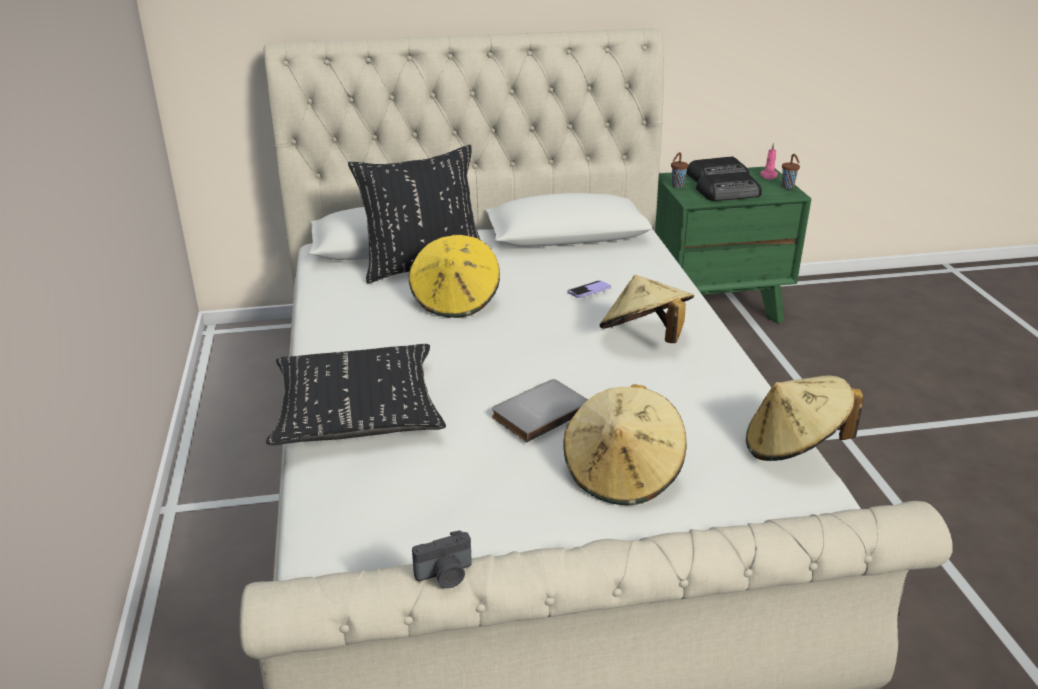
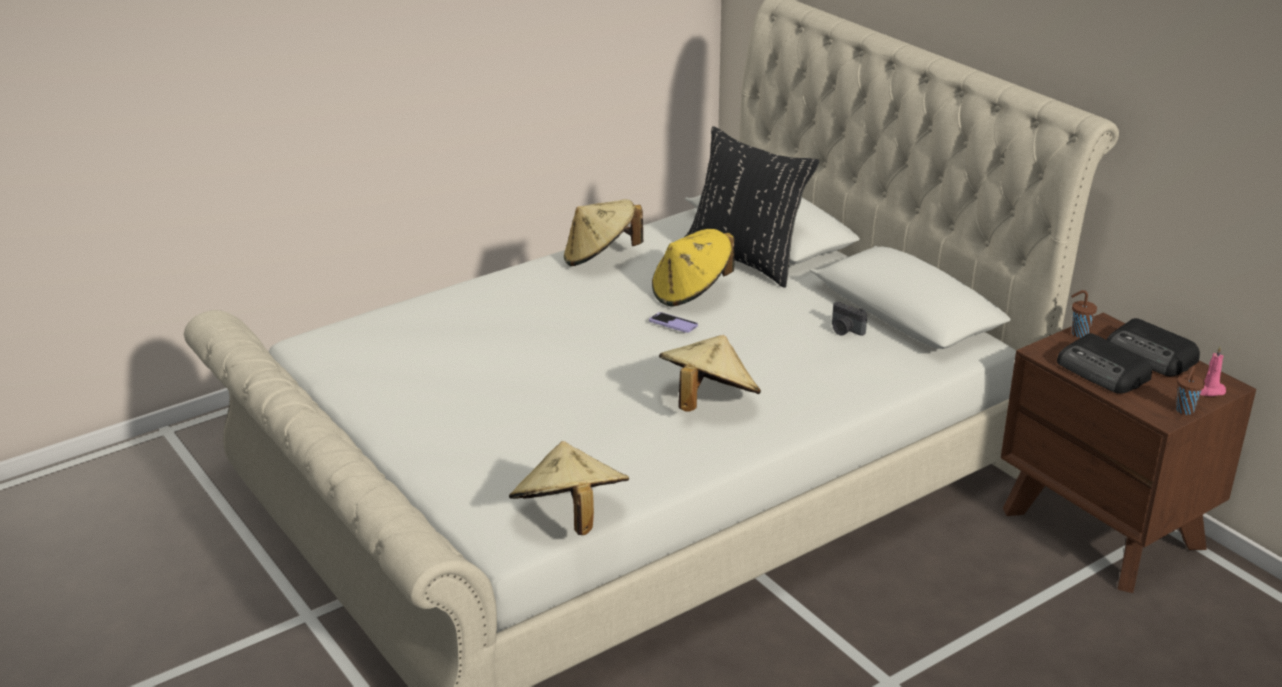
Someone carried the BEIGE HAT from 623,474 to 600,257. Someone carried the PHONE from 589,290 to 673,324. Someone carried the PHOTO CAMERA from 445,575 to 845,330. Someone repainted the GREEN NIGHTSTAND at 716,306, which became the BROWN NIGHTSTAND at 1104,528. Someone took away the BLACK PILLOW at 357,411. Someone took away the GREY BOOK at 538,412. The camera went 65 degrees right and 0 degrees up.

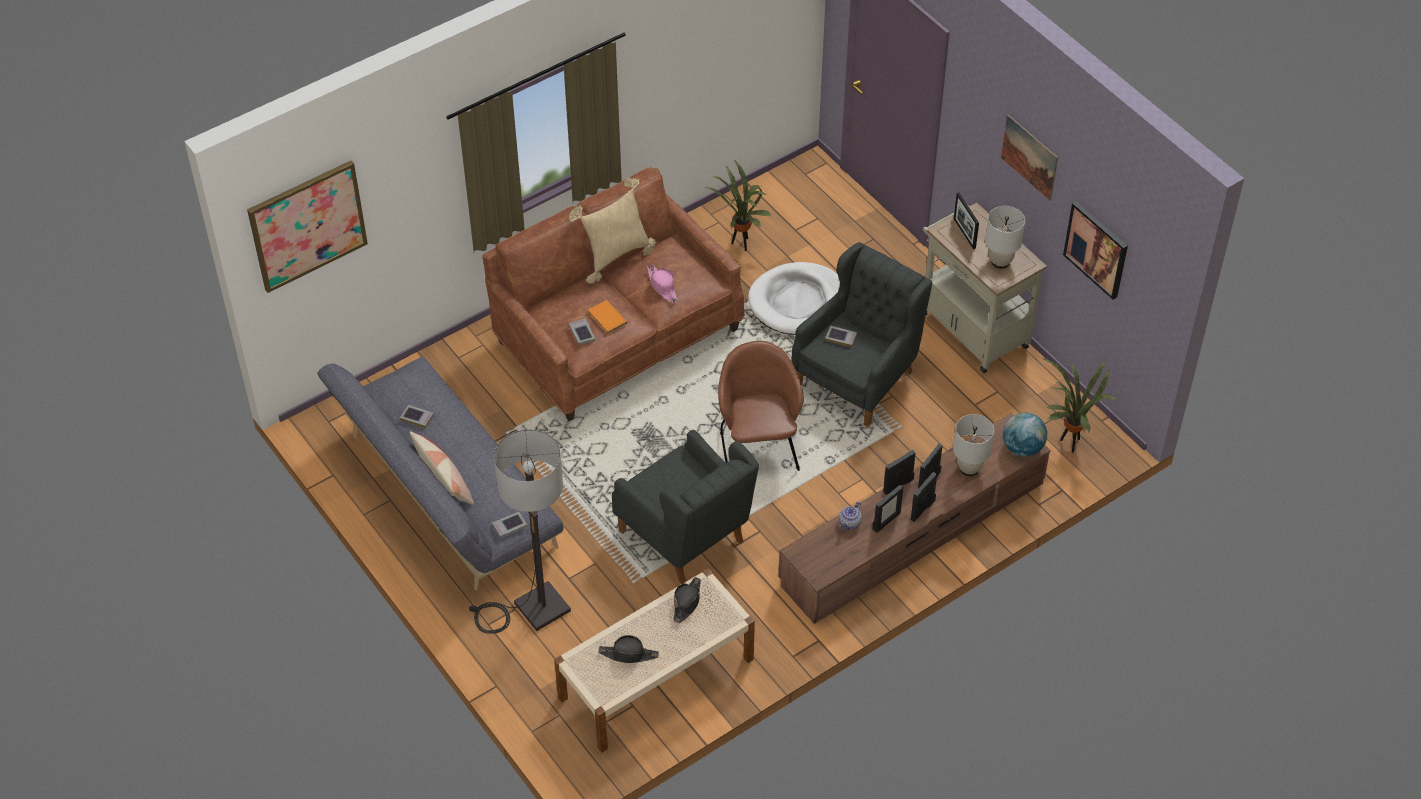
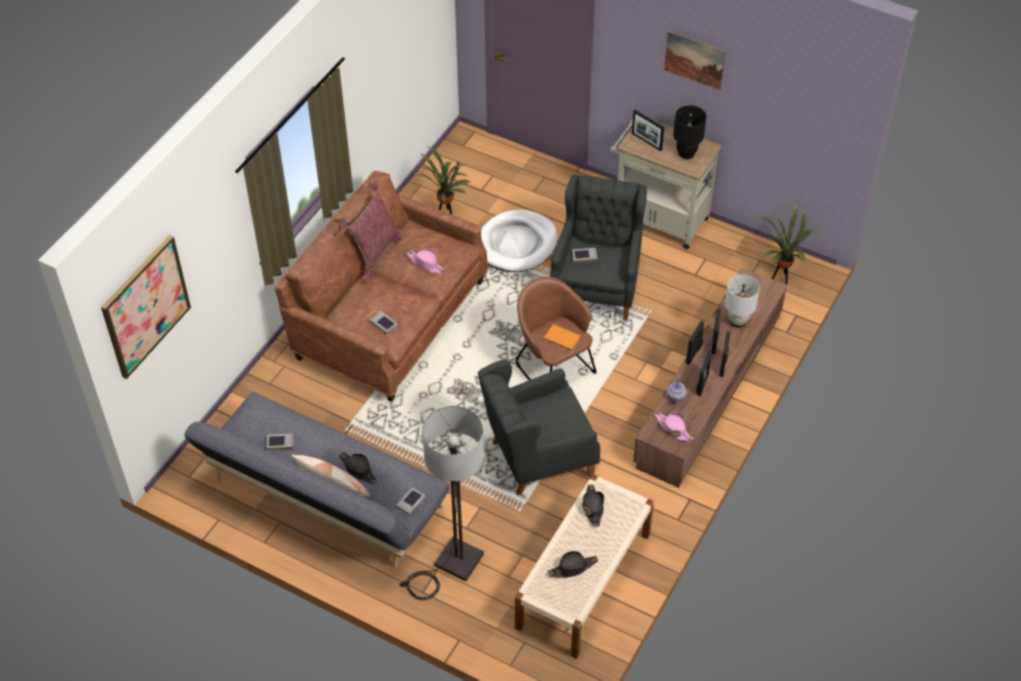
Someone repainted the BEIGE PILLOW at 614,259, which became the RED PILLOW at 373,256. Someone put down the BLACK HAT at 358,470. Someone rotated the GREY ARMCHAIR at 685,536 by 135 degrees clockwise. Someone carried the ORANGE BOOK from 606,319 to 562,339. Someone put down the PINK HAT at 673,429. Someone repainted the WHITE TABLE LAMP at 1000,261, which became the BLACK TABLE LAMP at 686,153. Someone took away the GLOBE at 1022,448. Someone took away the PICTURE at 1096,249. The camera went 25 degrees left and 0 degrees up.

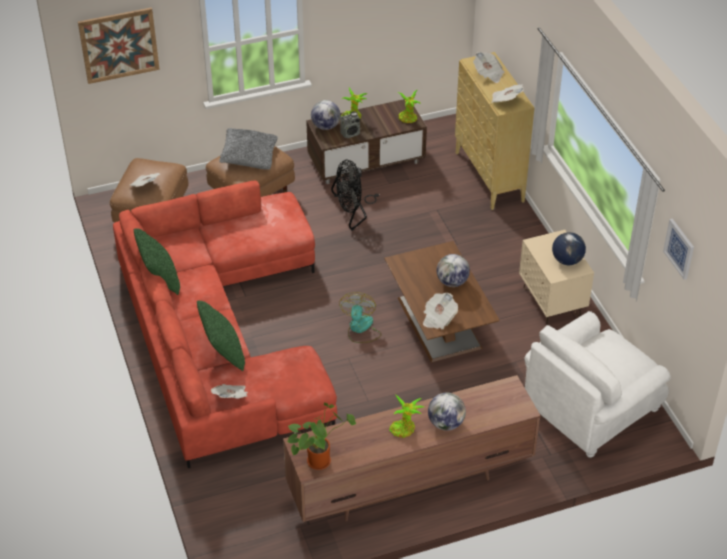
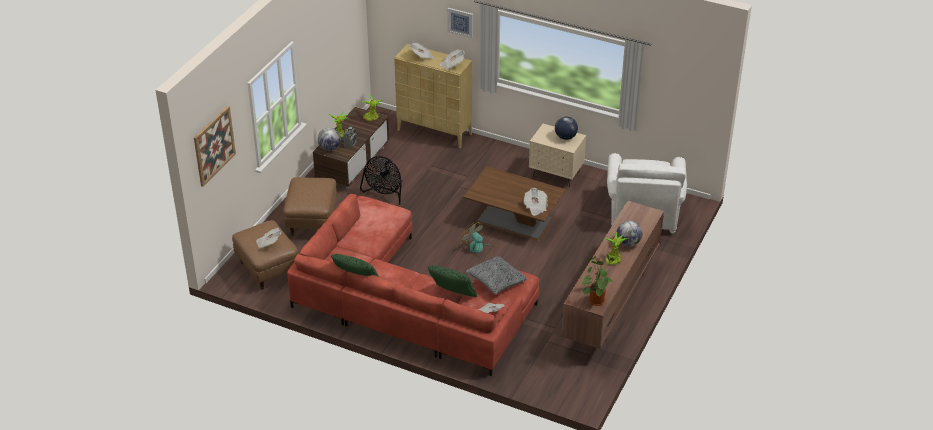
Someone carried the PICTURE from 679,248 to 460,22. Someone carried the GREY PILLOW from 249,156 to 496,281. Someone took away the GLOBE at 452,282. The camera went 45 degrees left and 5 degrees down.

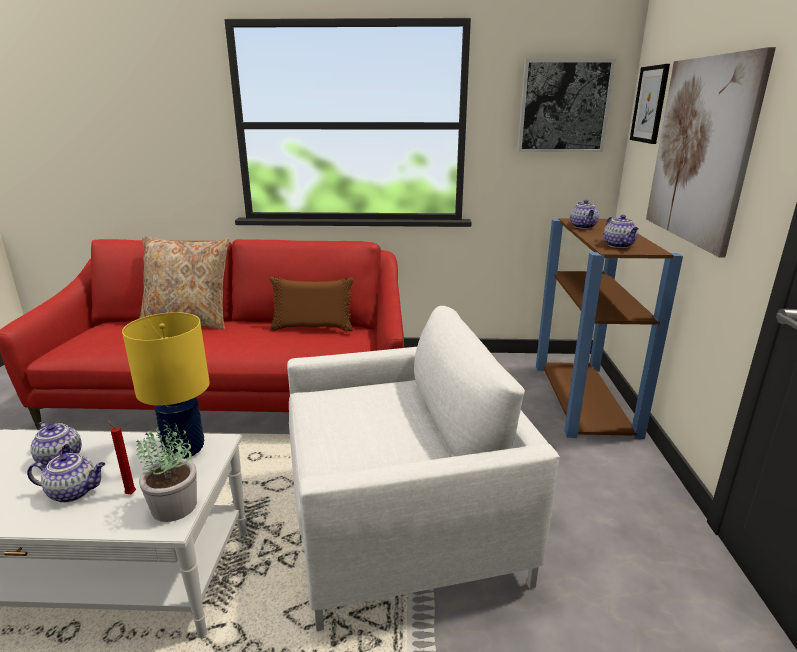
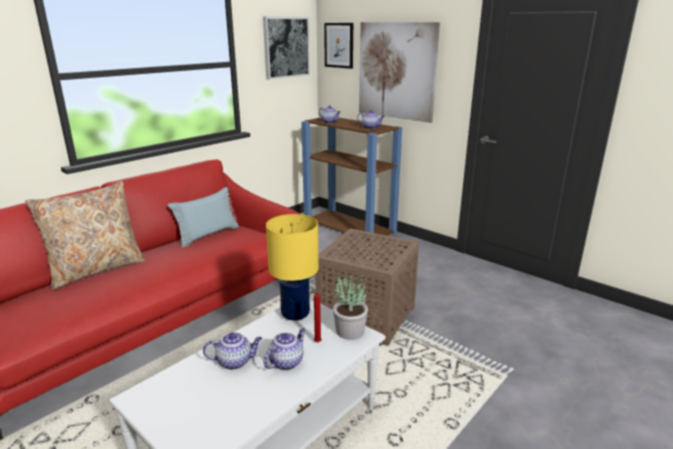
Someone repainted the BROWN PILLOW at 312,328, which became the BLUE PILLOW at 207,235. Someone swapped the WHITE ARMCHAIR at 402,524 for the BROWN SIDE TABLE at 368,315. The camera went 50 degrees left and 0 degrees up.

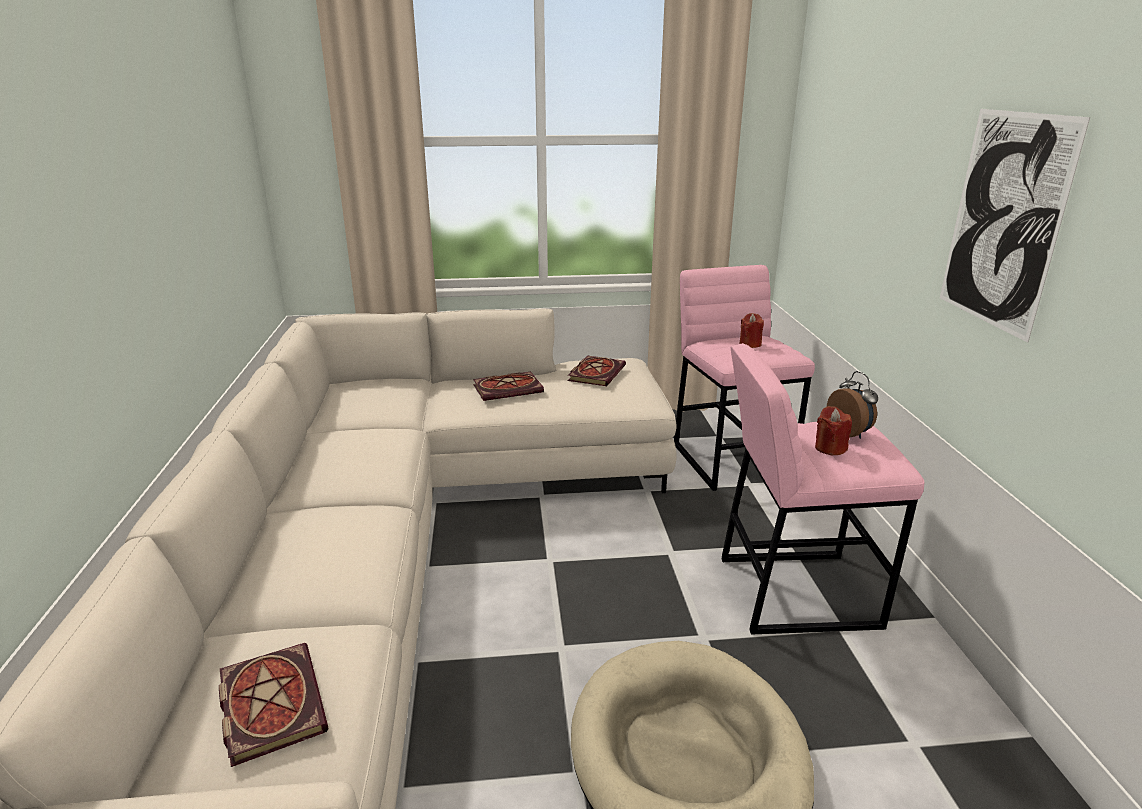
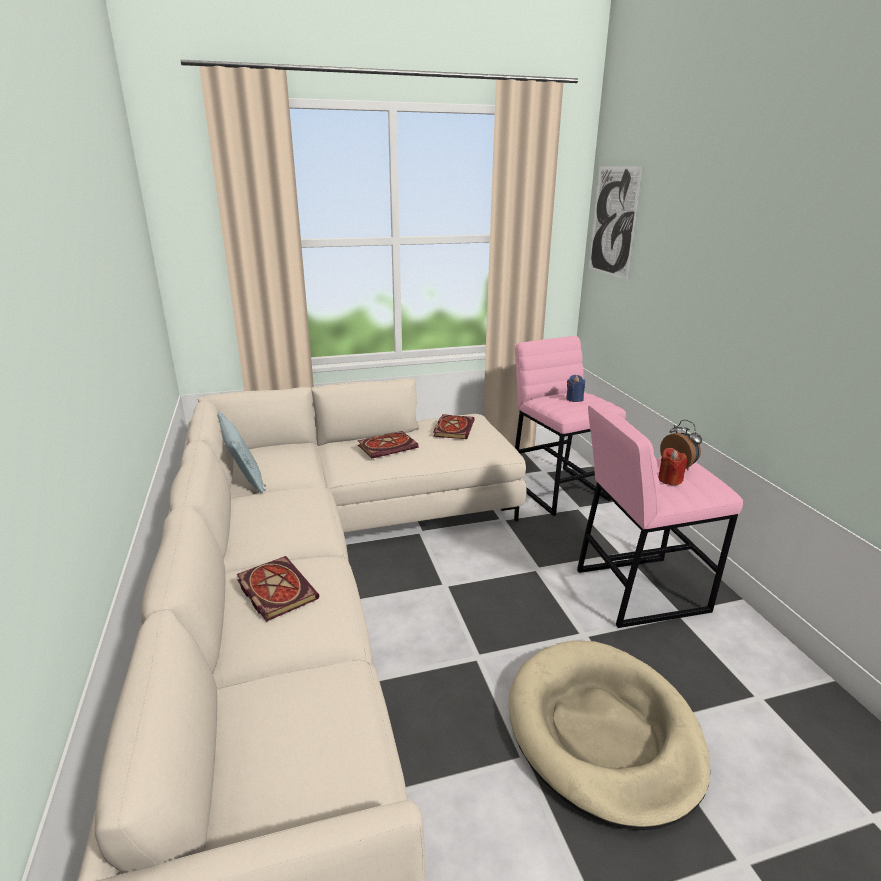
Someone put down the BLUE PILLOW at 243,475. Someone carried the BOOK from 269,703 to 274,590. Someone repainted the RED CANDLE at 750,344, which became the BLUE CANDLE at 574,399. Someone carried the PICTURE from 1003,221 to 613,221. The camera went 10 degrees left and 0 degrees up.

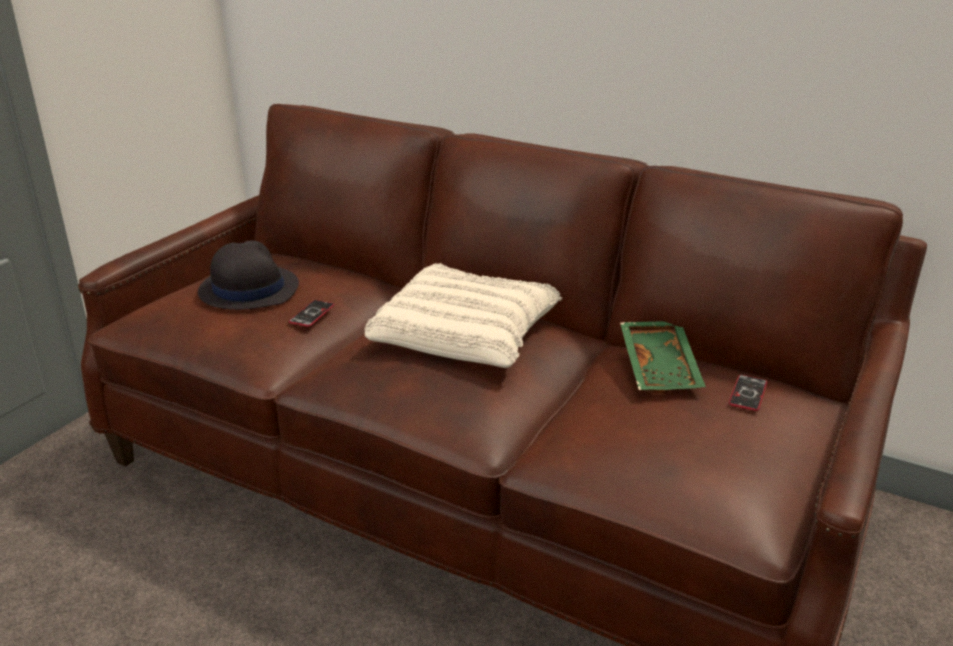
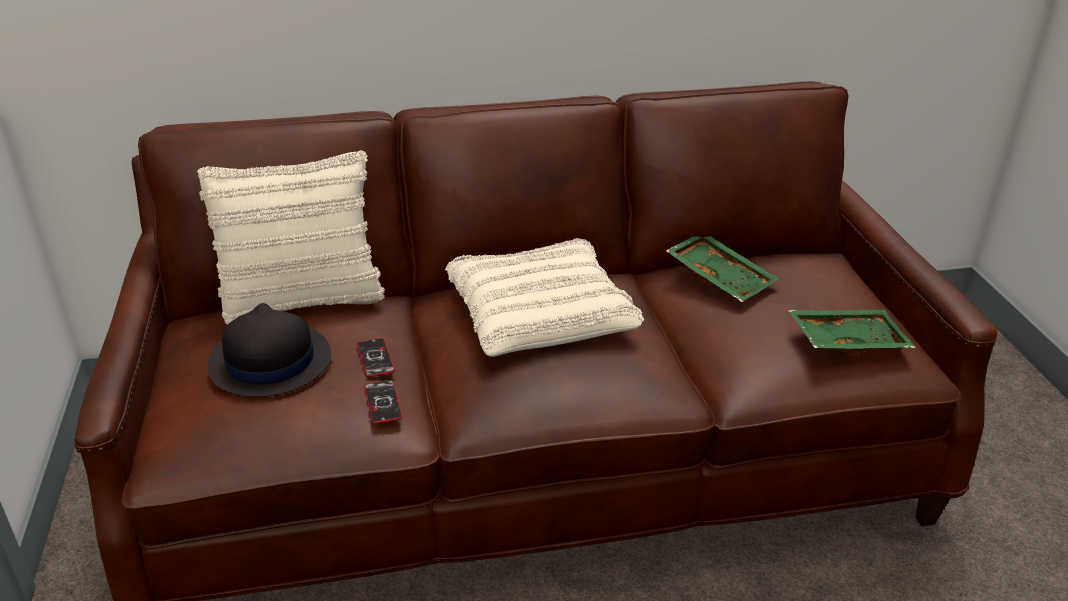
Someone put down the BEIGE PILLOW at 304,301. Someone carried the PHONE from 748,393 to 383,402. Someone put down the GREEN TRAY at 846,340. The camera went 40 degrees left and 5 degrees up.

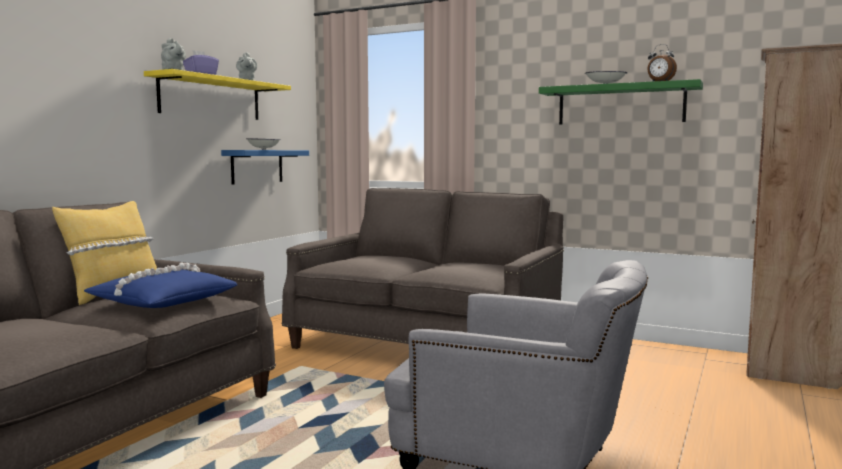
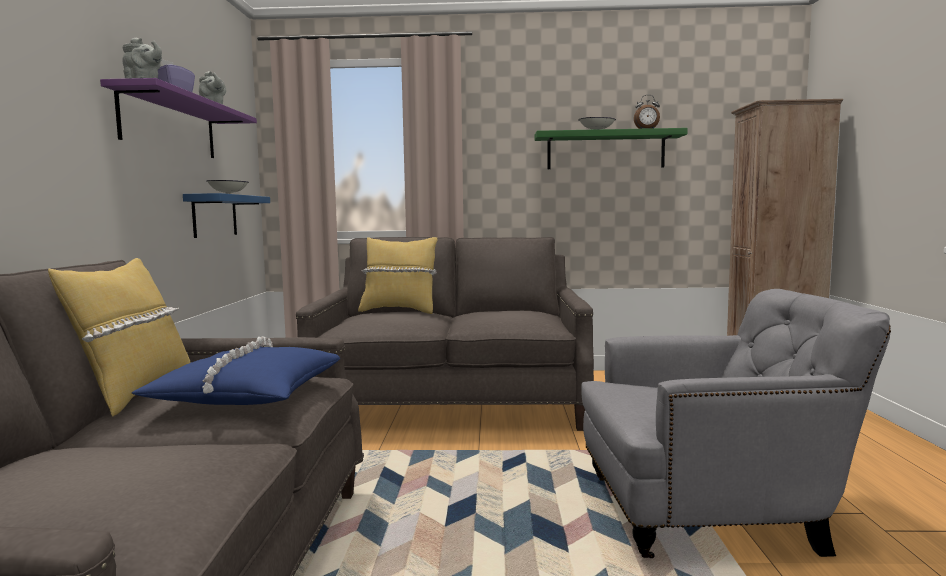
Someone repainted the YELLOW SHELF at 211,98, which became the PURPLE SHELF at 170,126. Someone put down the YELLOW PILLOW at 399,310. The camera went 25 degrees left and 0 degrees up.

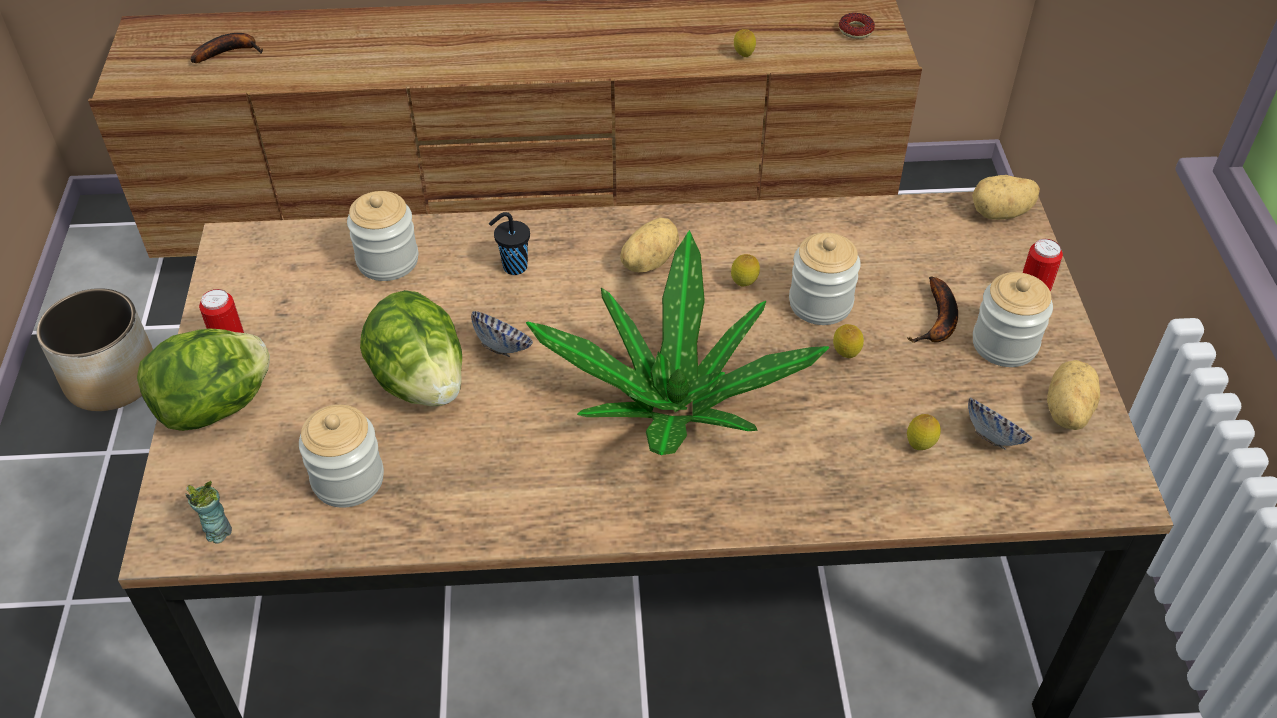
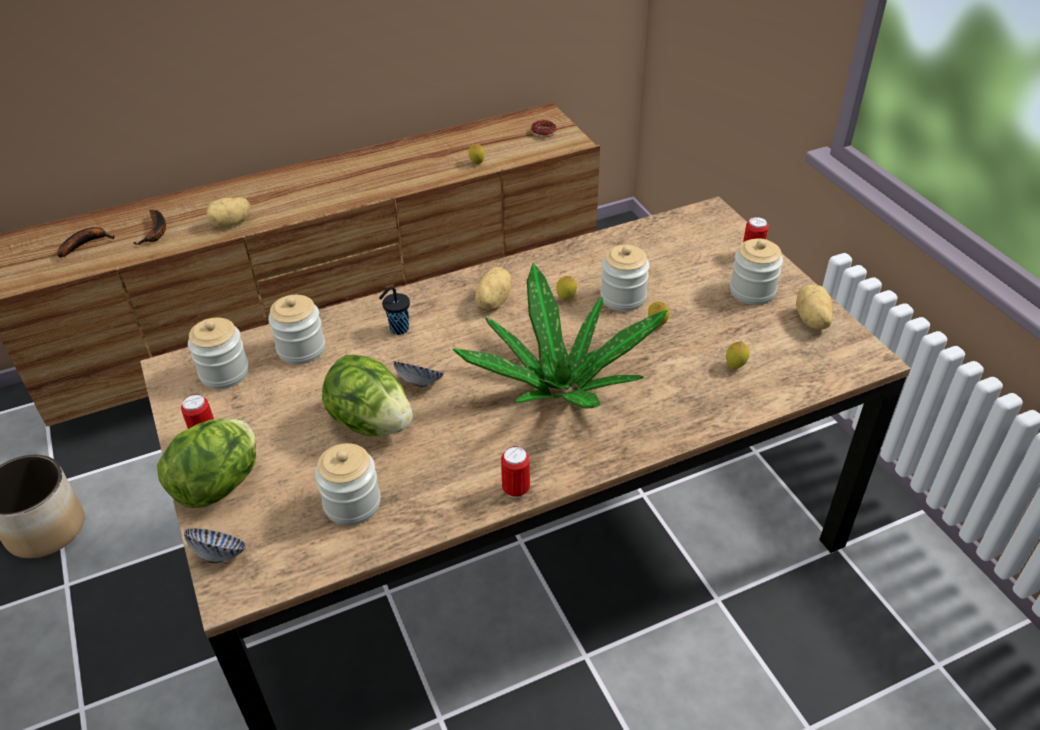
Someone carried the BANANA from 938,321 to 156,232. Someone carried the BOWL from 993,437 to 220,554. Someone put down the JAR at 224,373. Someone carried the POTATO from 1001,213 to 231,223. Someone put down the CAN at 516,489. Someone took away the CUP at 218,531. The camera went 20 degrees left and 5 degrees down.

